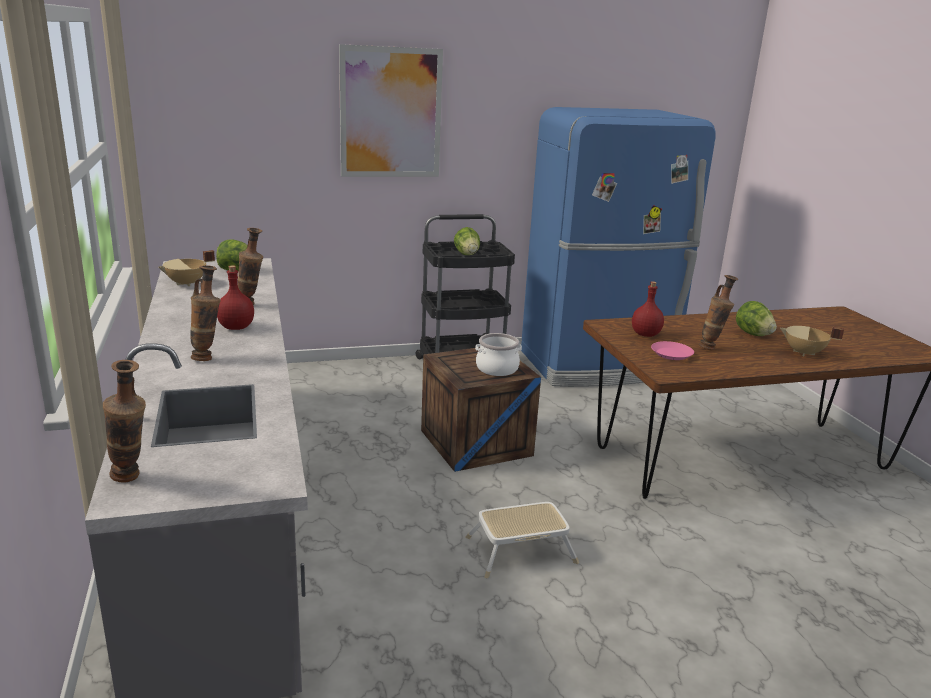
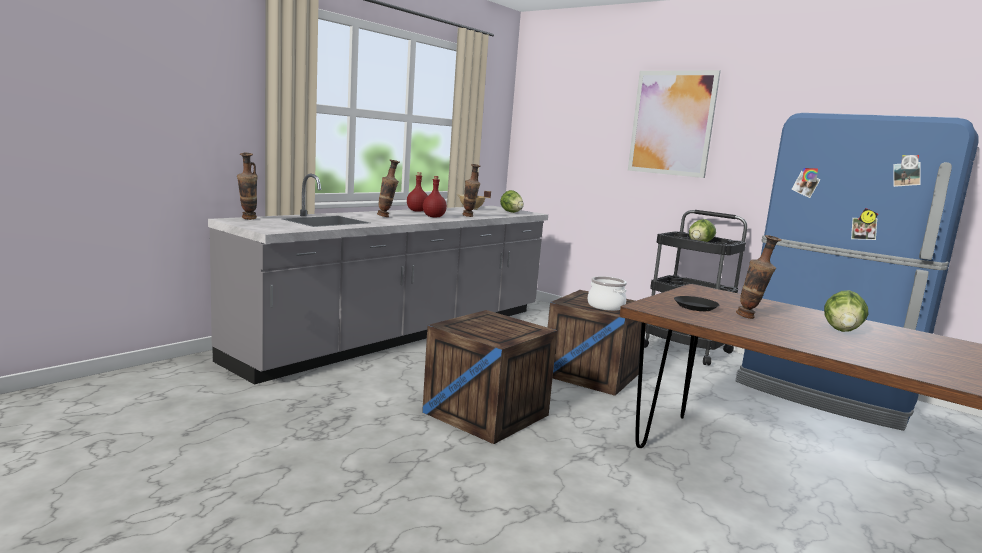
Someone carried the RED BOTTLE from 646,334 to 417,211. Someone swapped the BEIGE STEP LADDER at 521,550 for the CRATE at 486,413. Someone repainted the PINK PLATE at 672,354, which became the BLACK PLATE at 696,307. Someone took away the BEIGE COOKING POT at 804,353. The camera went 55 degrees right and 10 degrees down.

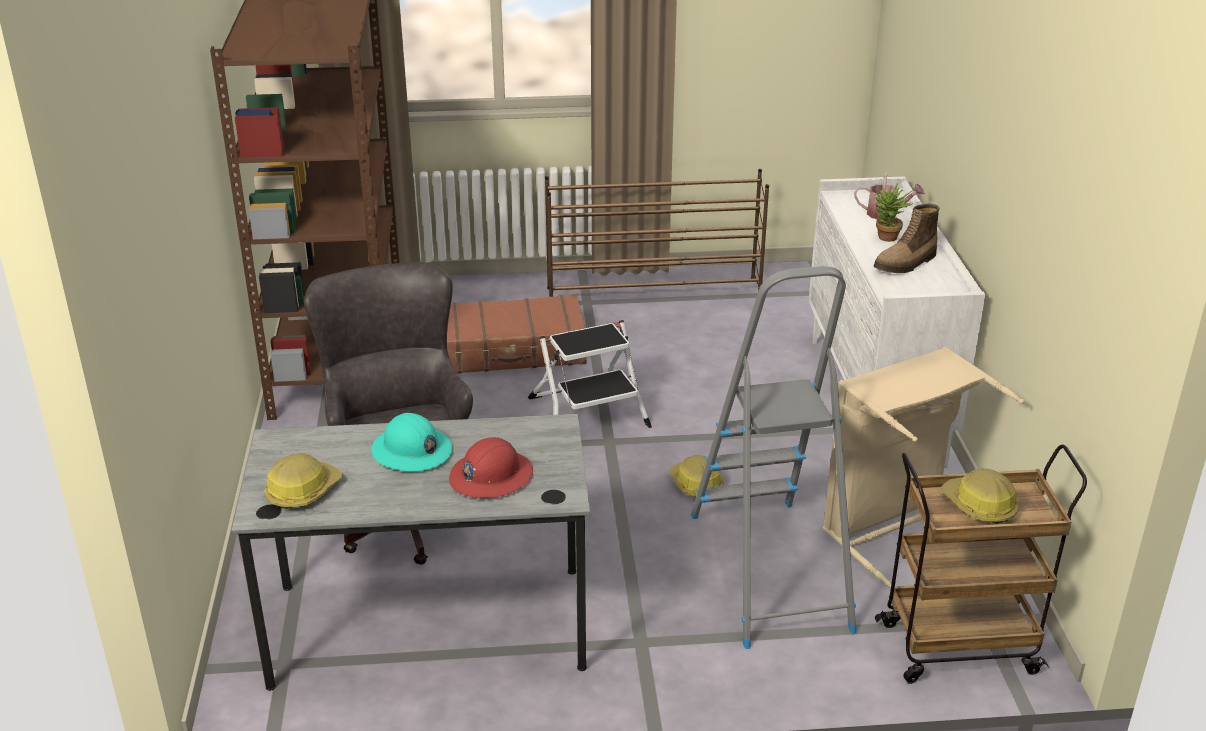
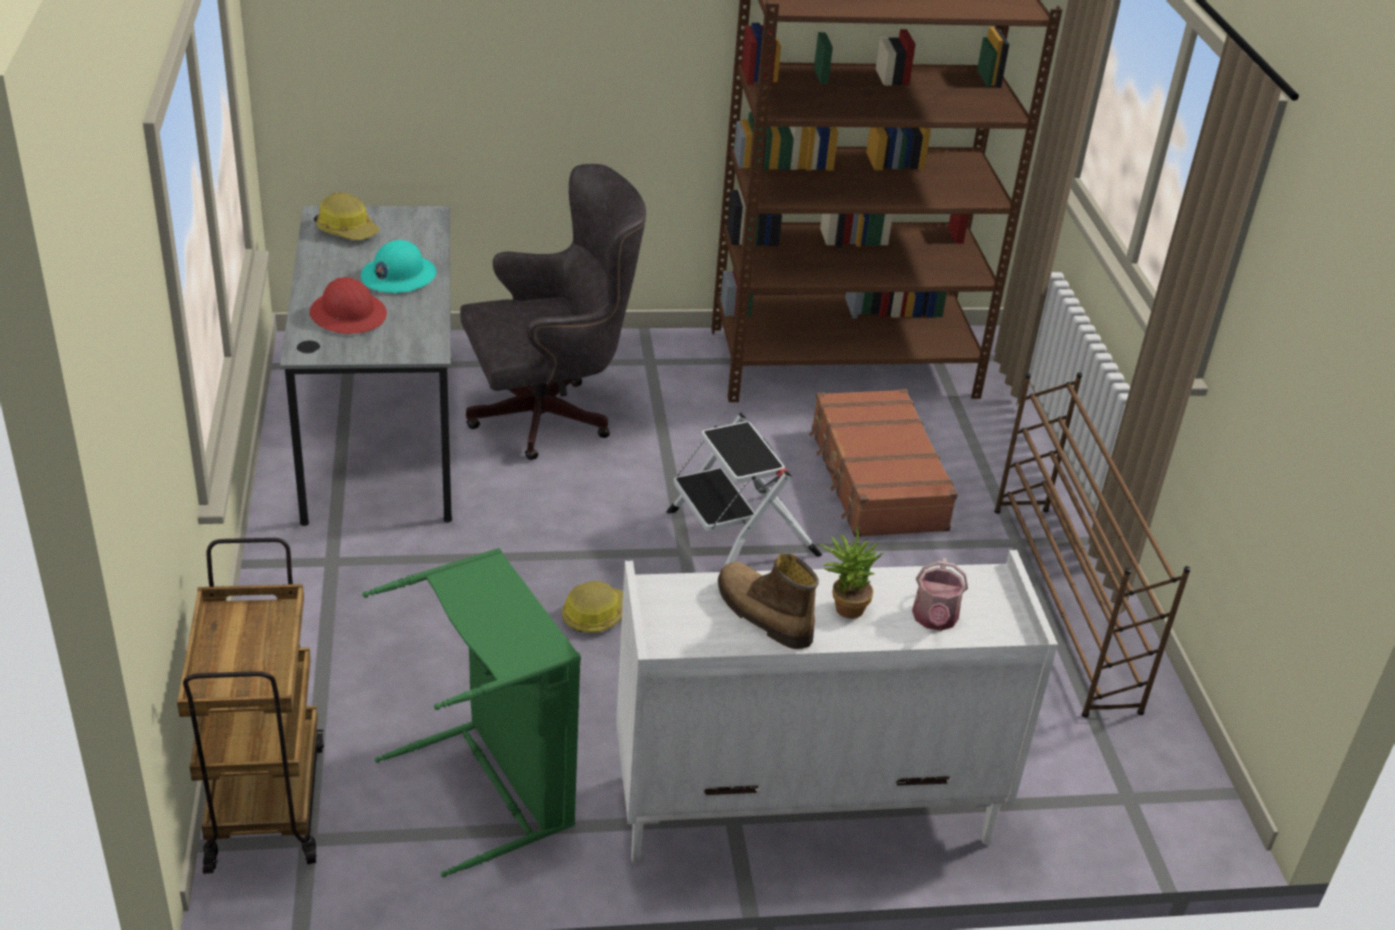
Someone repainted the BEIGE LAUNDRY BASKET at 897,530, which became the GREEN LAUNDRY BASKET at 494,786. Someone took away the GREY STEP LADDER at 768,569. Someone took away the HARD HAT at 979,506. The camera went 85 degrees right and 5 degrees up.

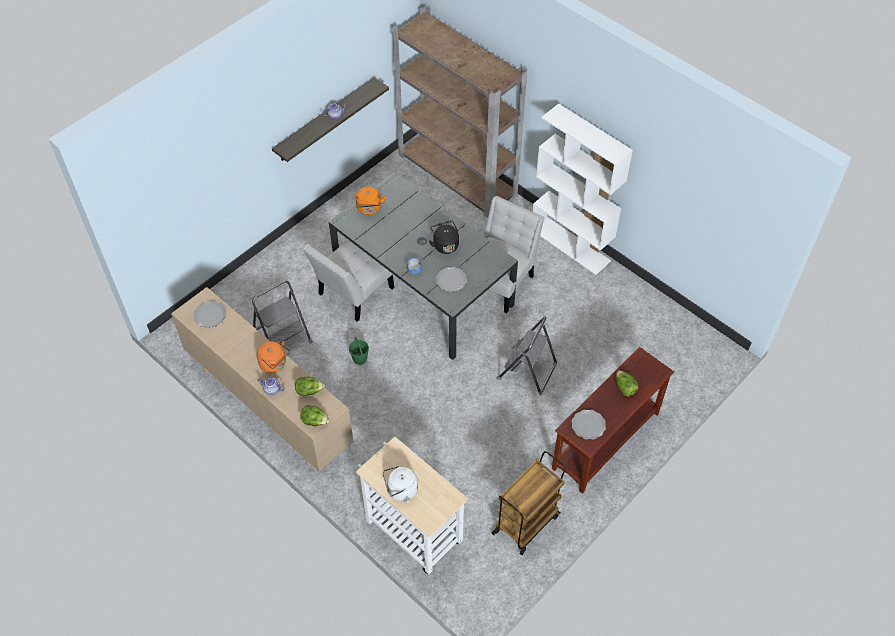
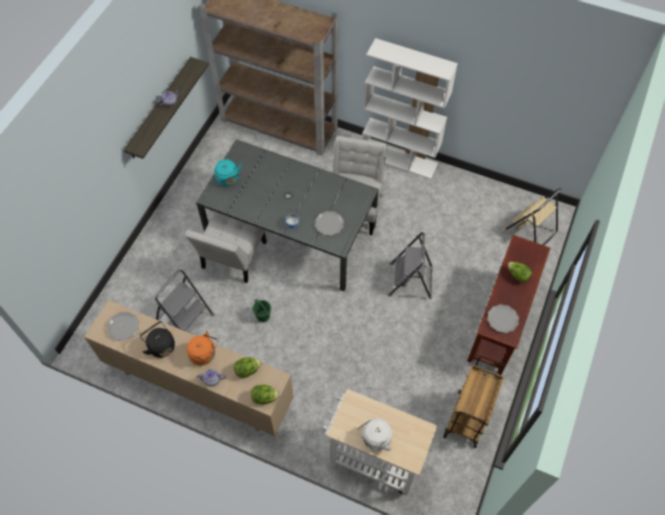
Someone carried the BLACK KETTLE from 445,244 to 160,346. Someone repainted the ORANGE KETTLE at 369,209, which became the TURQUOISE KETTLE at 228,180. Someone put down the BEIGE STEP LADDER at 531,232. The camera went 20 degrees left and 5 degrees up.

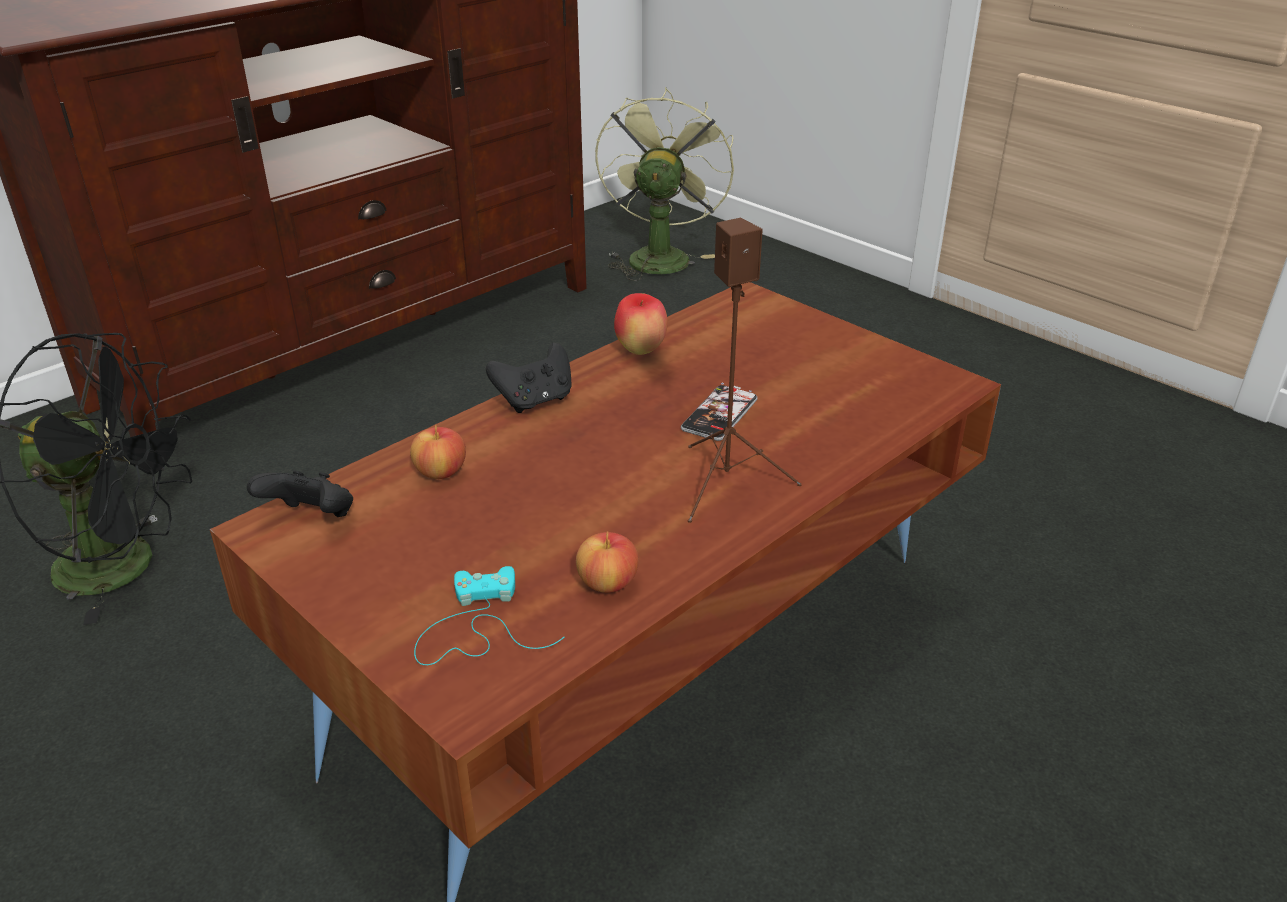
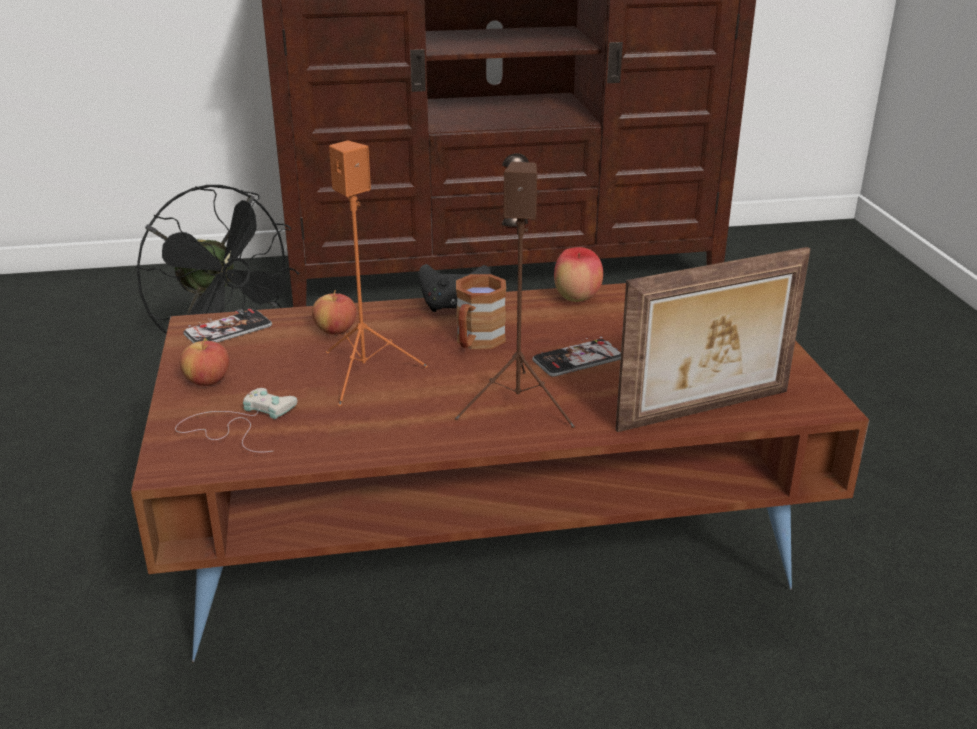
Someone repainted the TURQUOISE GAME CONTROLLER at 477,626, which became the WHITE GAME CONTROLLER at 238,425. Someone carried the APPLE from 607,583 to 207,380. Someone swapped the BLACK GAME CONTROLLER at 312,519 for the PHONE at 228,330. Someone put down the ORANGE SPEAKER at 366,373. Someone put down the BROWN MUG at 476,342. Someone put down the PICTURE FRAME at 705,412. Someone took away the GREEN FAN at 659,256. The camera went 35 degrees right and 5 degrees down.

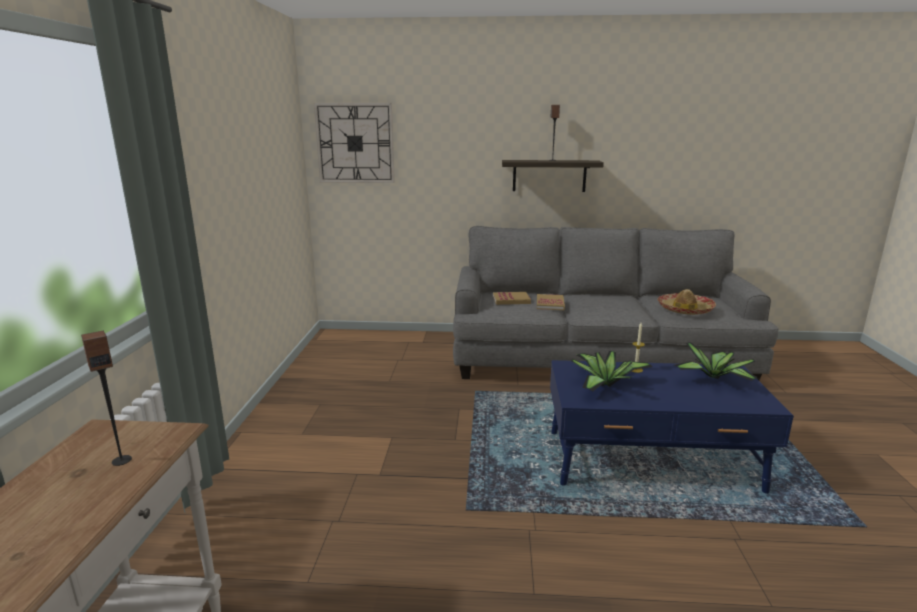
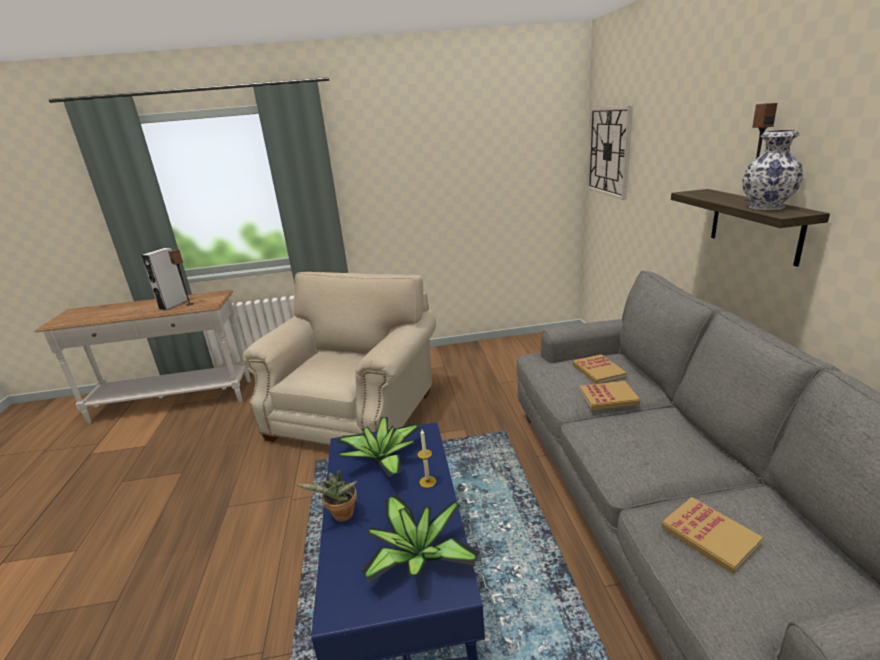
Someone put down the GREY SPEAKER at 173,305. Someone put down the BEIGE ARMCHAIR at 355,412. Someone put down the POTTED PLANT at 341,516. Someone swapped the HAT at 685,310 for the BOOK at 709,536. Someone put down the VASE at 765,207. The camera went 80 degrees right and 5 degrees up.

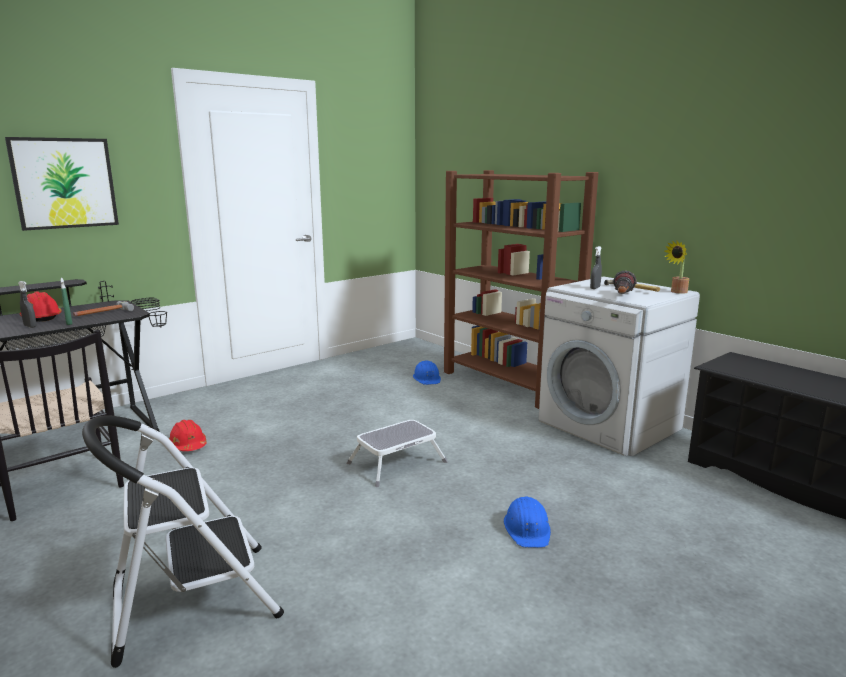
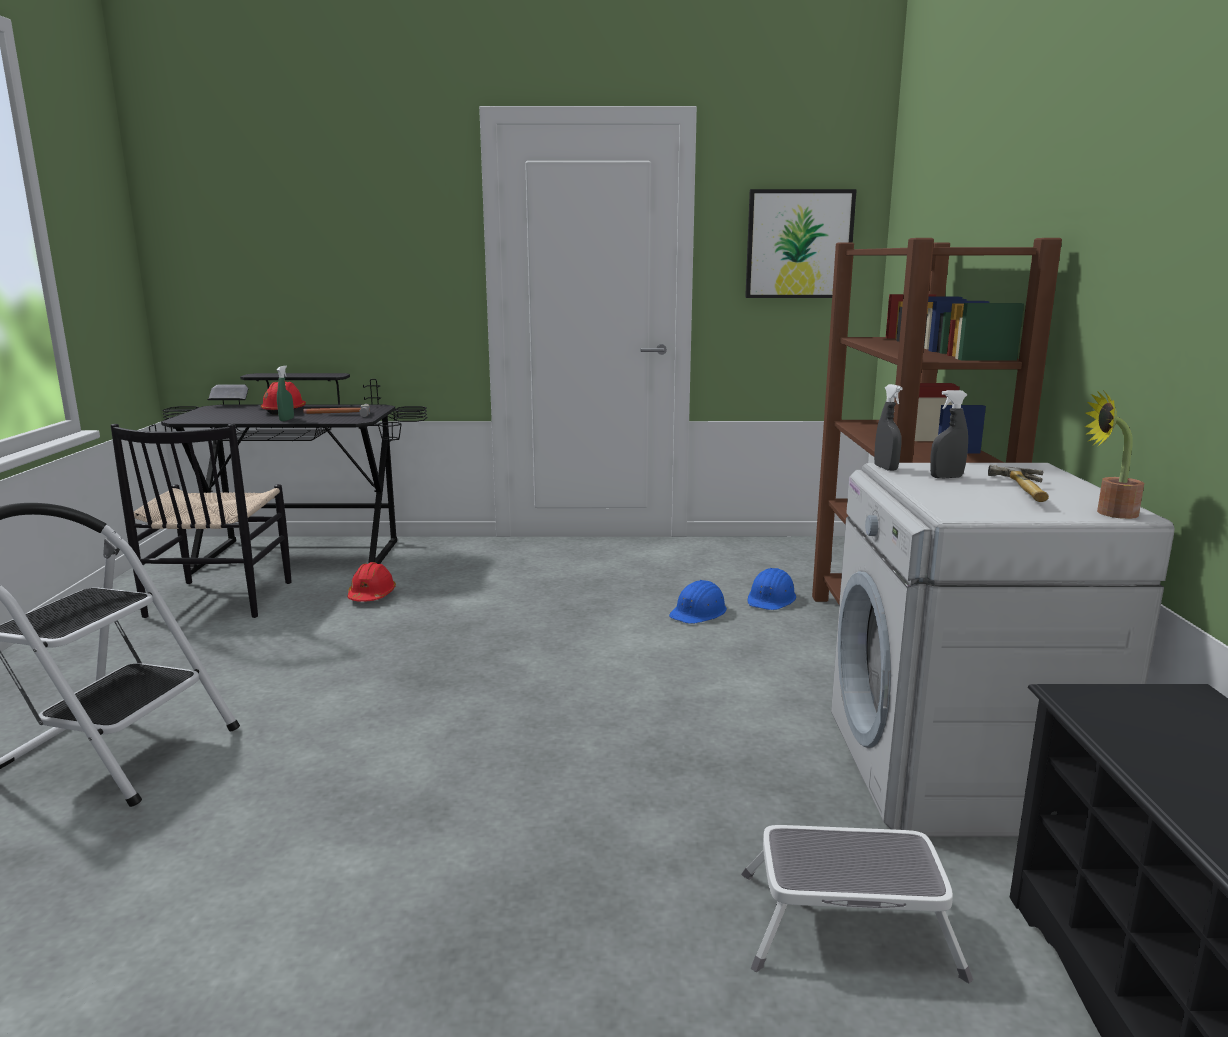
Someone carried the BLUE HARD HAT from 527,529 to 699,612. Someone carried the GREY STEP LADDER from 397,463 to 848,924. Someone carried the PICTURE from 64,183 to 799,244. Someone carried the GREY SPRAY BOTTLE from 30,326 to 885,468. Someone took away the FLASHLIGHT at 622,297. The camera went 40 degrees right and 0 degrees up.

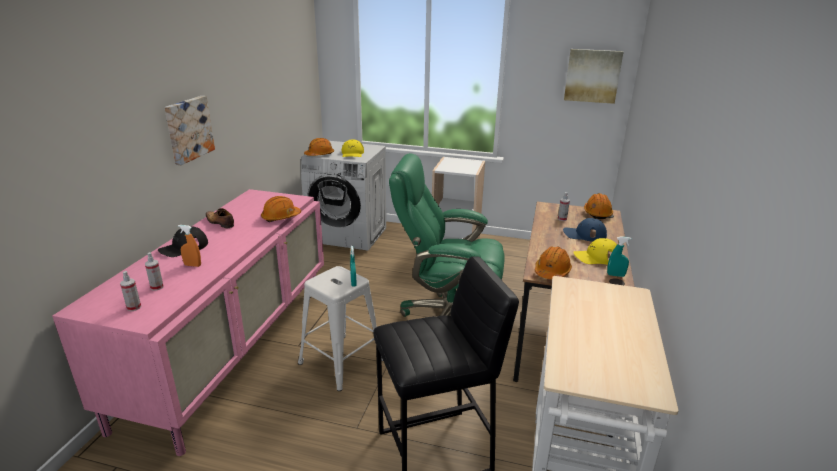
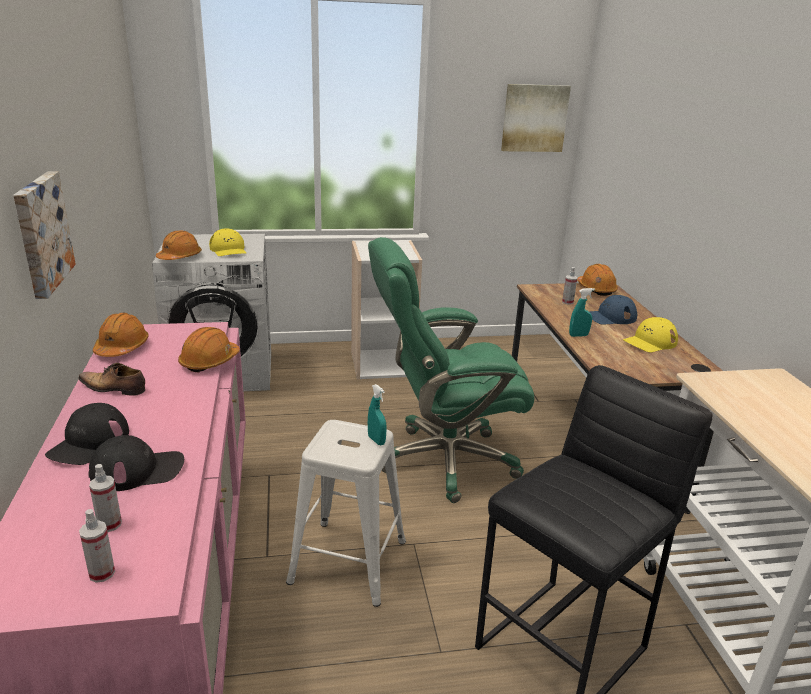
Someone swapped the ORANGE SPRAY BOTTLE at 192,265 for the BLACK CAP at 138,470. Someone carried the ORANGE HARD HAT from 552,272 to 122,348. Someone carried the TURQUOISE SPRAY BOTTLE from 615,275 to 578,335. The camera went 25 degrees left and 0 degrees up.

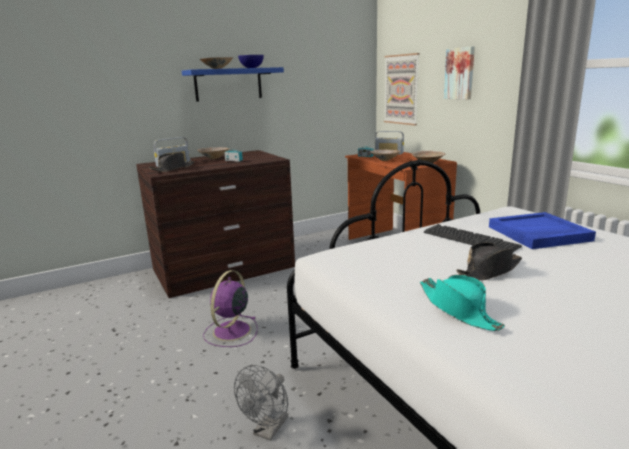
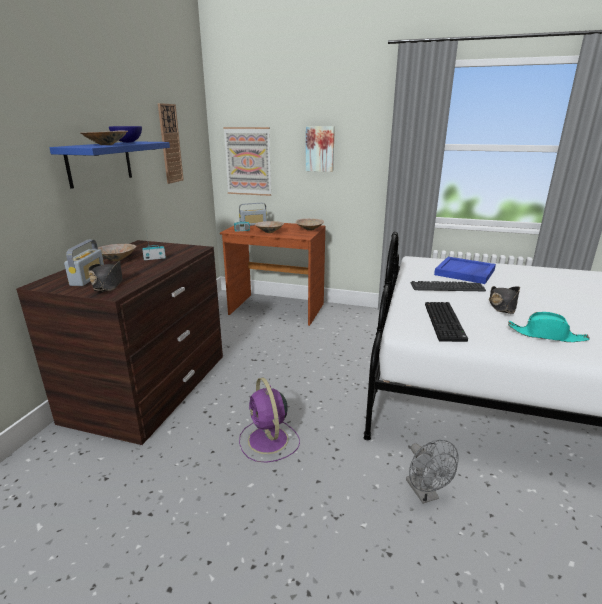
Someone put up the WALL CLOCK at 170,144. Someone put down the KEYBOARD at 445,322. The camera went 45 degrees left and 5 degrees up.

